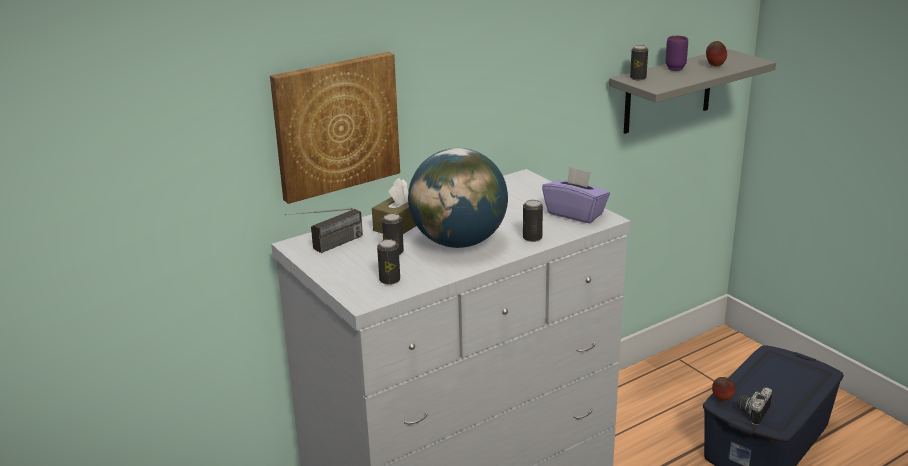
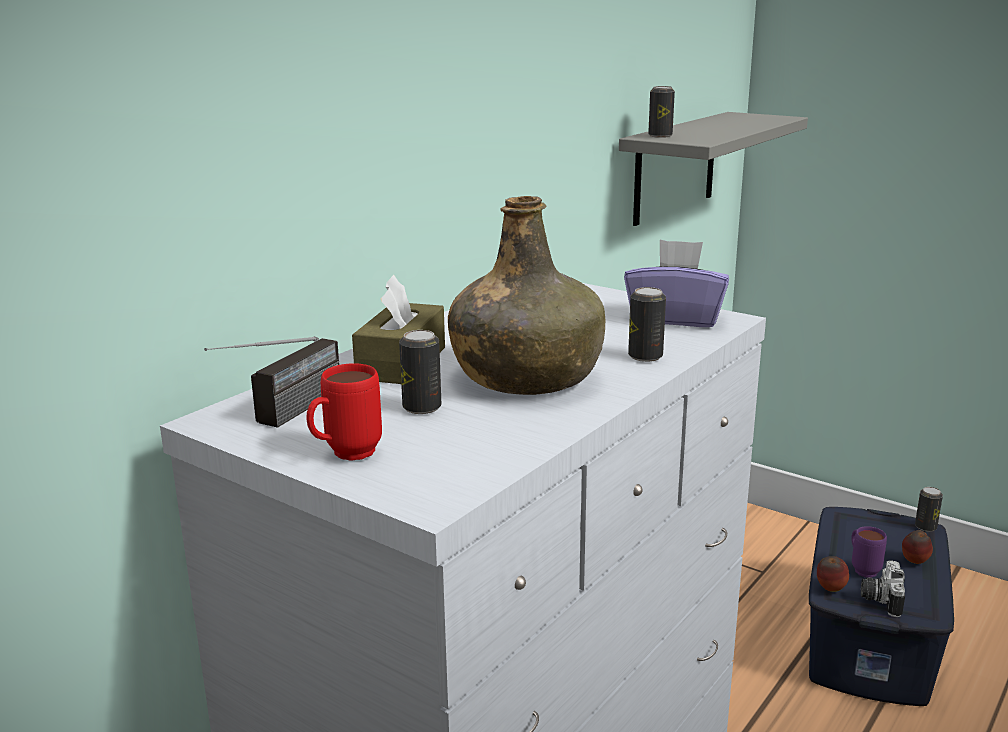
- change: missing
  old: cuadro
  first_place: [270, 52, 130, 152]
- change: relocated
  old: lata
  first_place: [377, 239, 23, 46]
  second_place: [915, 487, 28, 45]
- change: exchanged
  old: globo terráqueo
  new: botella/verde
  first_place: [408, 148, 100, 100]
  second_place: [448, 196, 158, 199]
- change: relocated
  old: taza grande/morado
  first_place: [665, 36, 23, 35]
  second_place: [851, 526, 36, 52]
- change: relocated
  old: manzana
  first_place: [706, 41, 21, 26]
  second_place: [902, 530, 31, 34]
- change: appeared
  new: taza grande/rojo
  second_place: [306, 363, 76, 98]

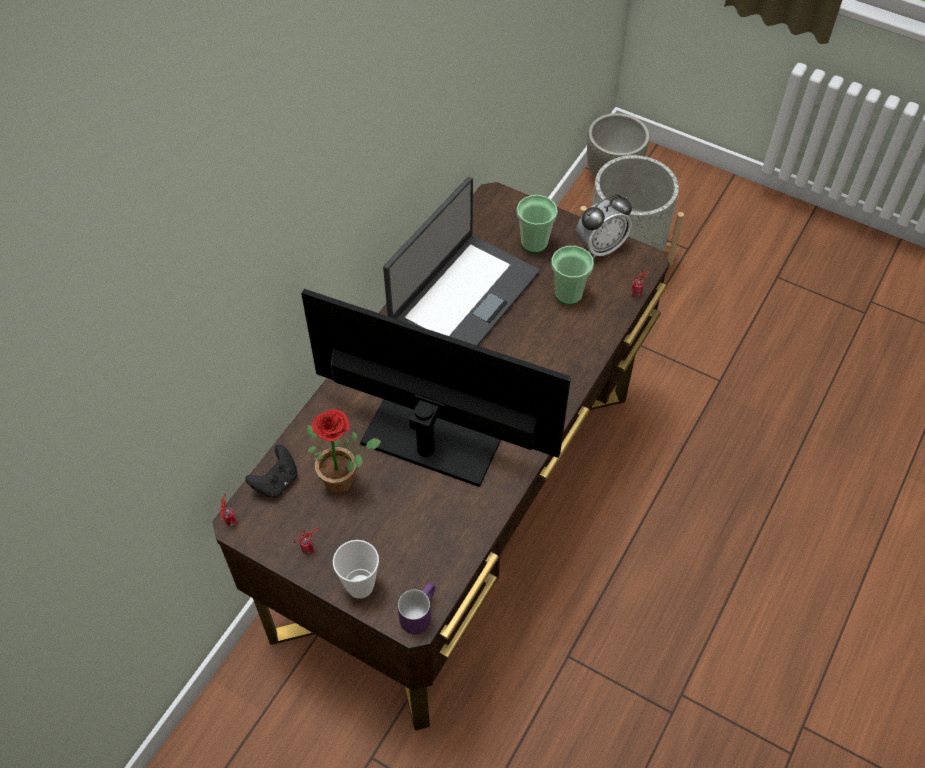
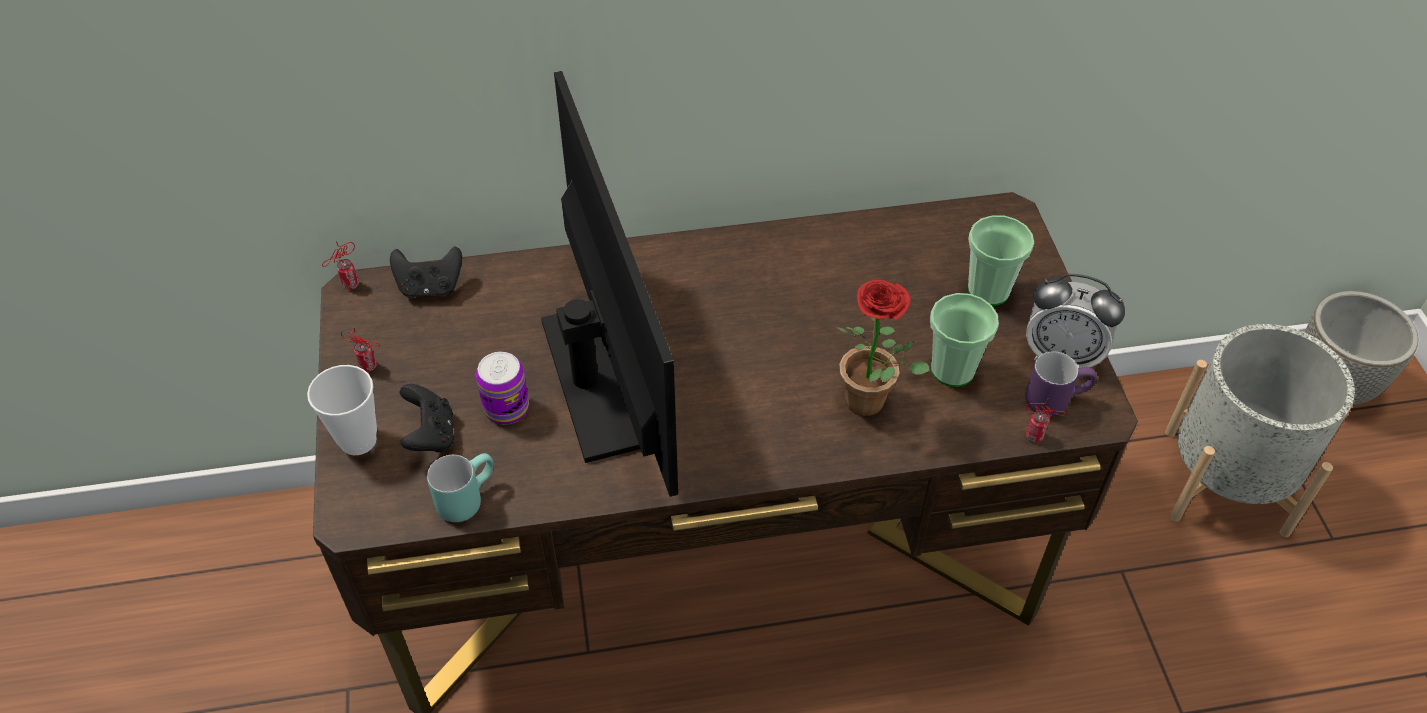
- change: relocated
  old: planta en maceta
  first_place: [307, 409, 74, 85]
  second_place: [836, 280, 93, 136]
- change: missing
  old: portátil
  first_place: [383, 177, 157, 169]
- change: relocated
  old: taza grande/morado
  first_place: [398, 583, 37, 51]
  second_place: [1025, 351, 72, 65]
- change: appeared
  new: mando de consola/negro
  second_place: [400, 384, 54, 68]
- change: appeared
  new: taza grande/turquesa
  second_place: [427, 453, 67, 69]
- change: appeared
  new: lata
  second_place: [476, 352, 53, 72]

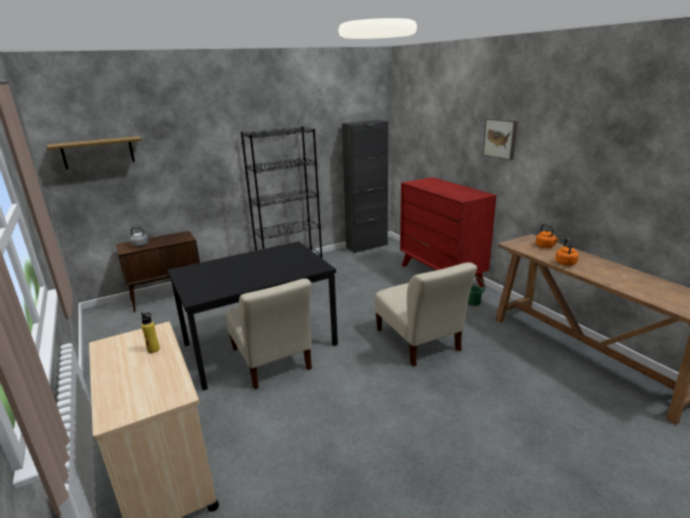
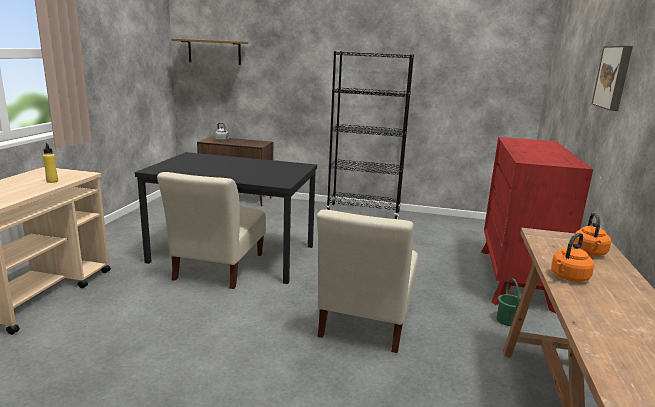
- change: missing
  old: armario/negro
  first_place: [342, 120, 46, 133]

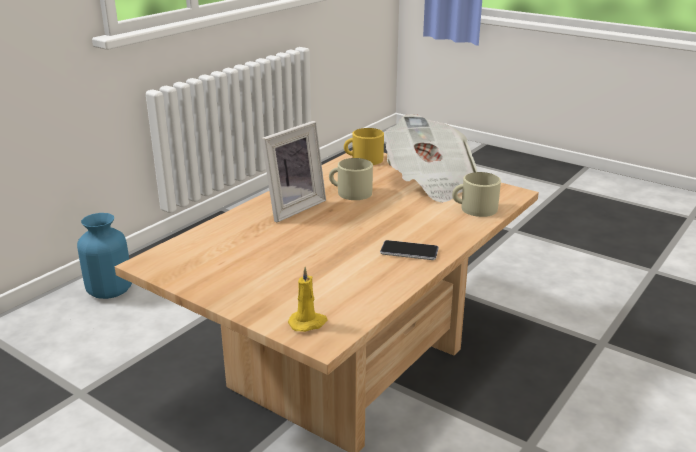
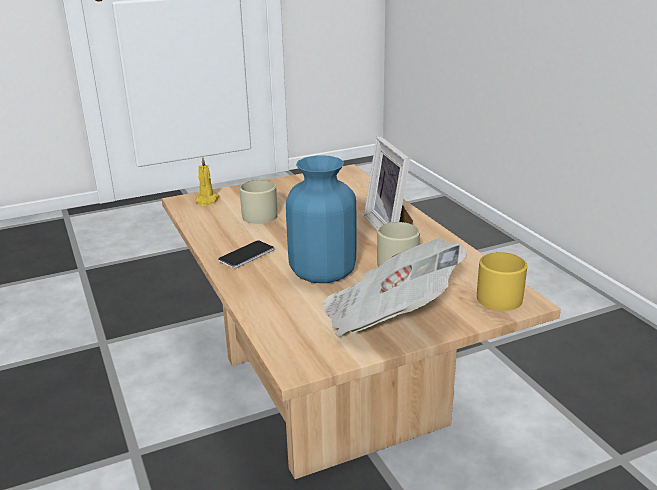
- change: relocated
  old: florero/azul
  first_place: [77, 213, 55, 86]
  second_place: [286, 155, 71, 128]
- change: relocated
  old: taza grande/beis
  first_place: [452, 172, 49, 45]
  second_place: [240, 180, 38, 44]

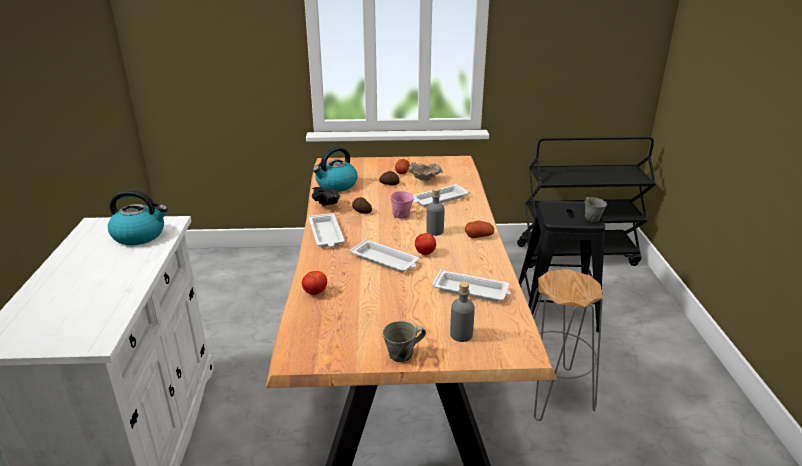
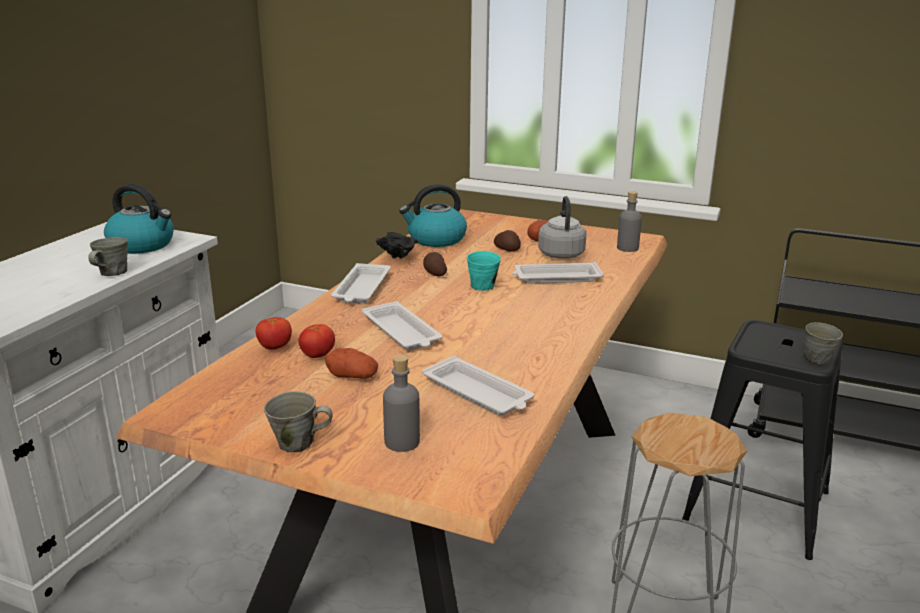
- change: colour
  old: taza grande/rosa
  new: taza grande/turquesa
  first_place: [391, 191, 23, 28]
  second_place: [467, 251, 34, 40]
- change: exchanged
  old: cuenco/beis
  new: hervidor/gris
  first_place: [409, 162, 34, 19]
  second_place: [538, 196, 49, 63]
- change: relocated
  old: tomate
  first_place: [415, 233, 21, 22]
  second_place: [299, 324, 36, 34]
- change: relocated
  old: botella/gris
  first_place: [426, 188, 18, 48]
  second_place: [617, 191, 25, 61]
- change: relocated
  old: patata
  first_place: [465, 221, 29, 17]
  second_place: [325, 348, 53, 31]
- change: appeared
  new: taza grande/gris
  second_place: [88, 237, 40, 39]

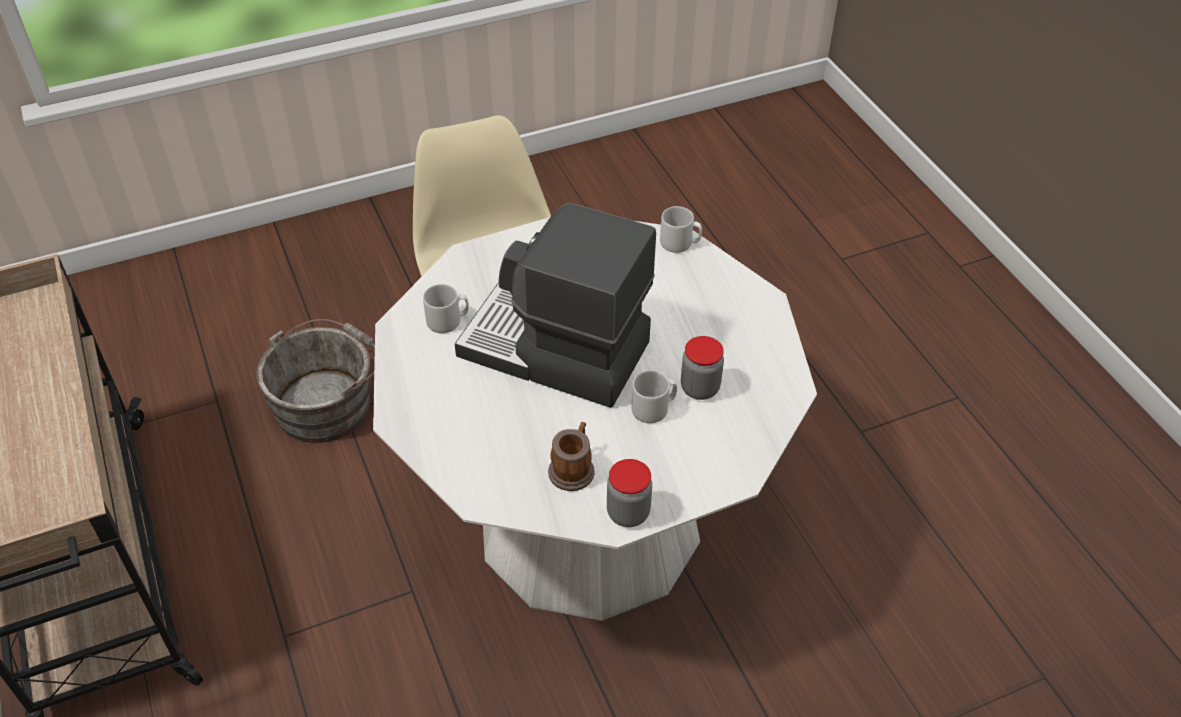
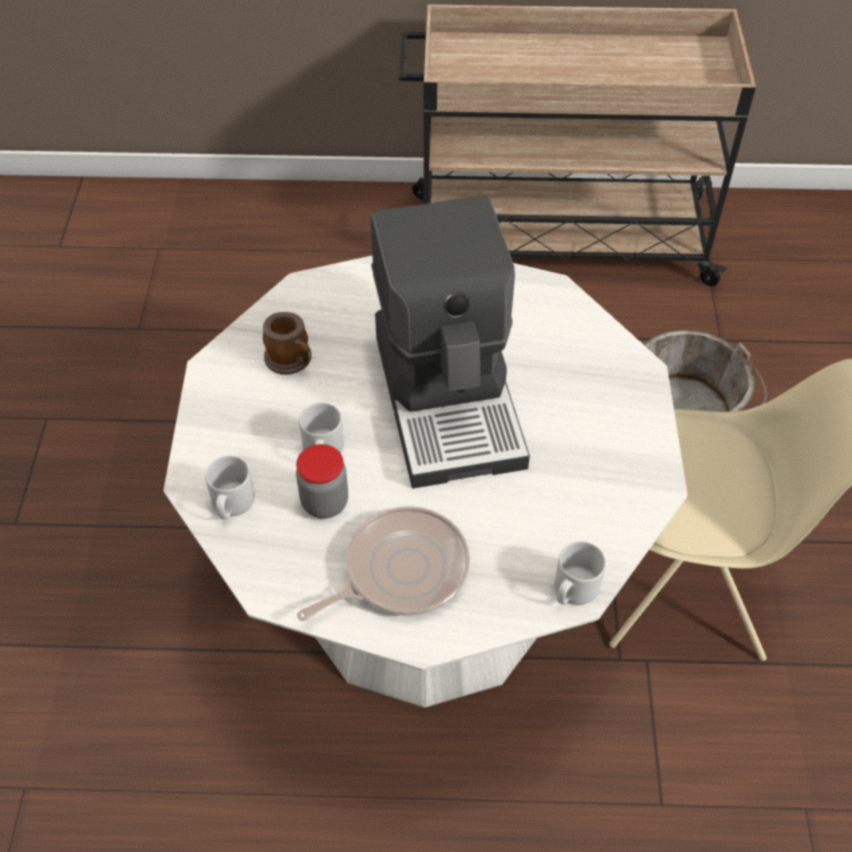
- change: relocated
  old: taza grande/gris
  first_place: [423, 284, 46, 49]
  second_place: [205, 455, 50, 65]
- change: spun
  old: cafetera
  first_place: [455, 203, 201, 205]
  second_place: [371, 196, 159, 292]
  degrees: 120
- change: missing
  old: tarro
  first_place: [607, 459, 45, 68]
- change: appeared
  new: sartén
  second_place: [297, 506, 173, 115]

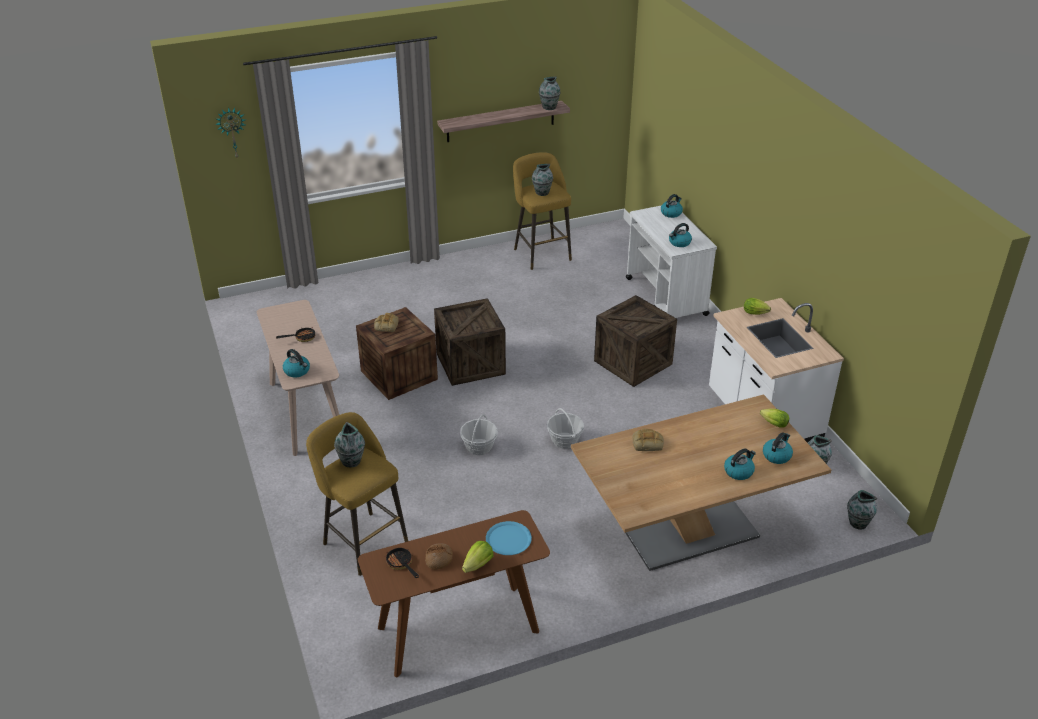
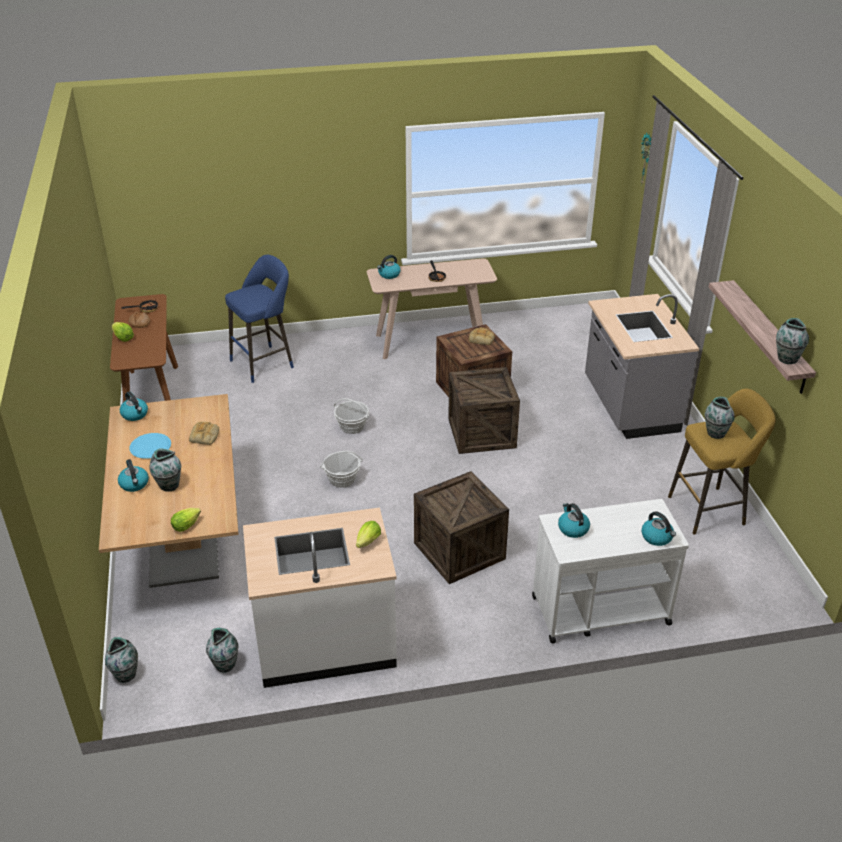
- change: colour
  old: taburete/amarillo
  new: taburete/azul
  first_place: [306, 412, 102, 164]
  second_place: [225, 255, 69, 128]
- change: relocated
  old: florero
  first_place: [334, 422, 31, 45]
  second_place: [150, 448, 31, 44]
- change: relocated
  old: plato/azul
  first_place: [486, 521, 46, 34]
  second_place: [129, 433, 42, 26]
- change: relocated
  old: hervidor
  first_place: [763, 432, 30, 32]
  second_place: [120, 391, 28, 30]
- change: appeared
  new: mueble bajo de cocina/gris
  second_place: [585, 294, 114, 145]

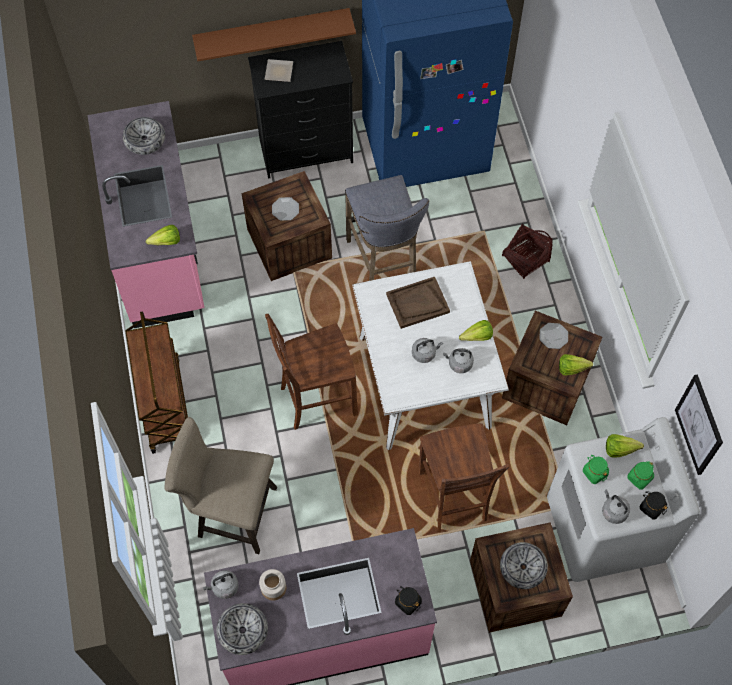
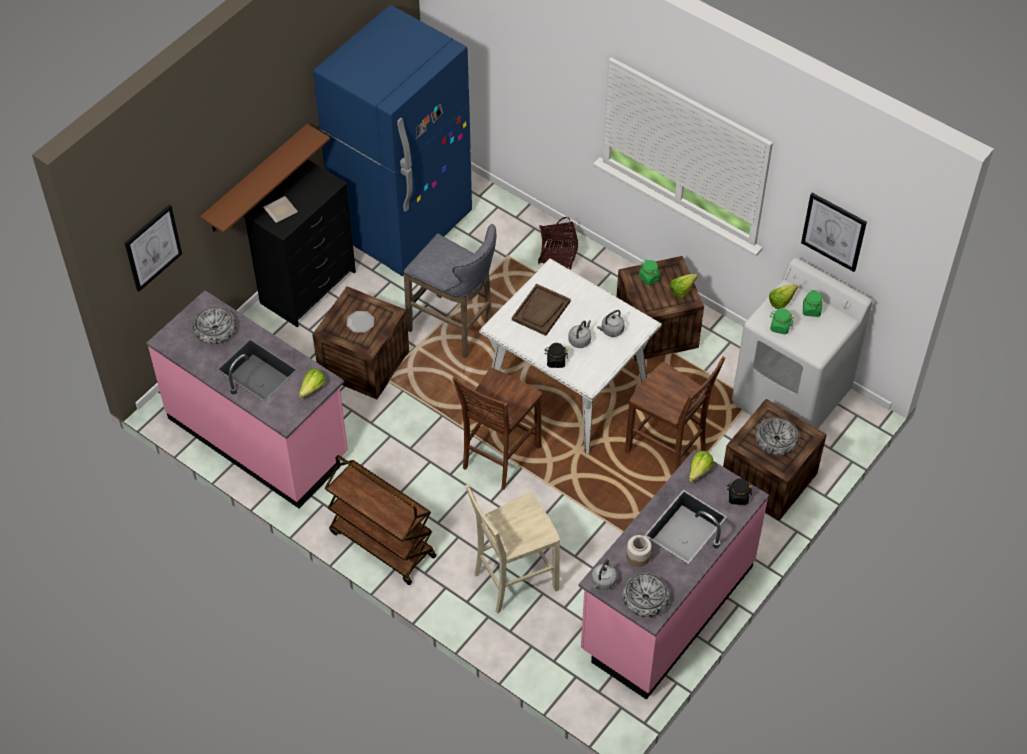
- change: exchanged
  old: taburete/beis
  new: silla/beis
  first_place: [164, 417, 113, 137]
  second_place: [465, 484, 95, 129]
- change: relocated
  old: lechuga
  first_place: [459, 320, 34, 21]
  second_place: [689, 451, 25, 31]
- change: exchanged
  old: plato
  new: tarro/verde
  first_place: [540, 323, 28, 26]
  second_place: [639, 260, 21, 25]
- change: missing
  old: hervidor/gris
  first_place: [602, 489, 28, 35]
- change: relocated
  old: tarro/negro
  first_place: [640, 491, 28, 28]
  second_place: [544, 343, 24, 25]
- change: appeared
  new: cuadro
  second_place: [125, 205, 57, 87]

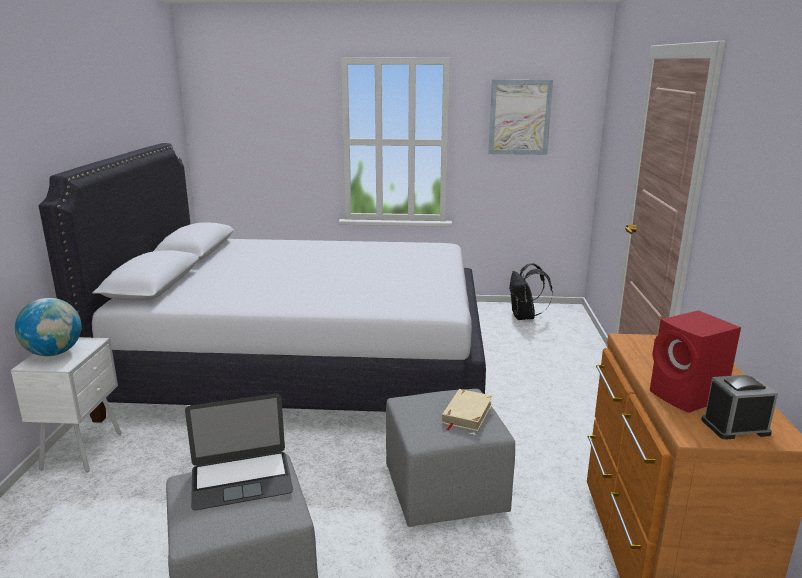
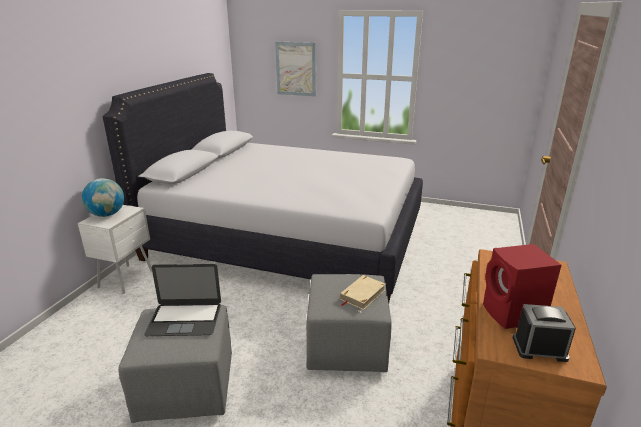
- change: relocated
  old: cuadro
  first_place: [488, 80, 65, 75]
  second_place: [275, 42, 41, 54]
- change: missing
  old: mochila/negro
  first_place: [509, 263, 44, 57]

